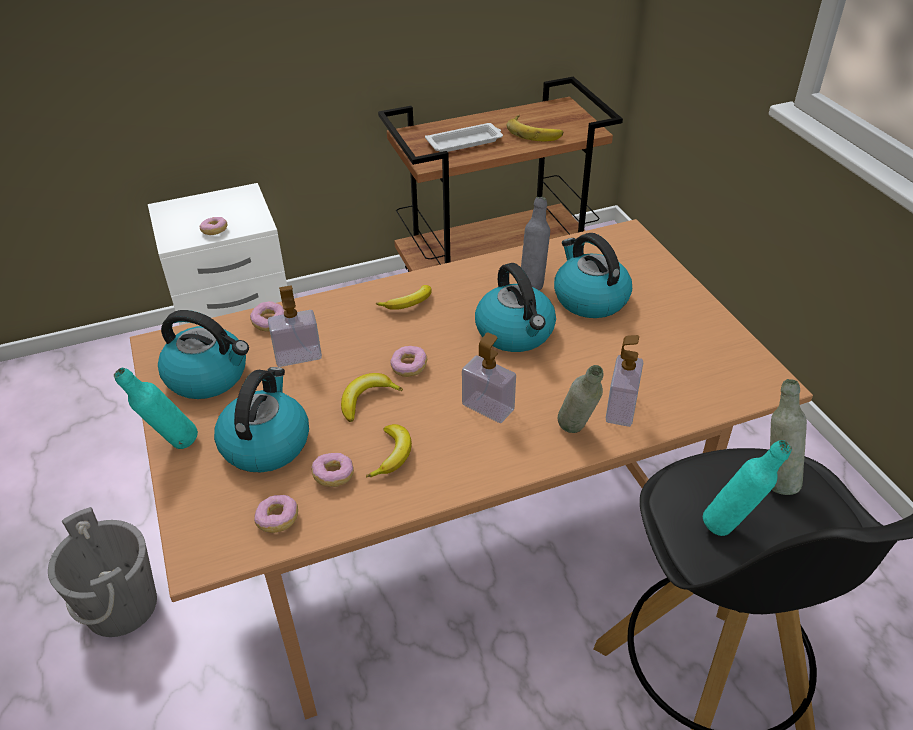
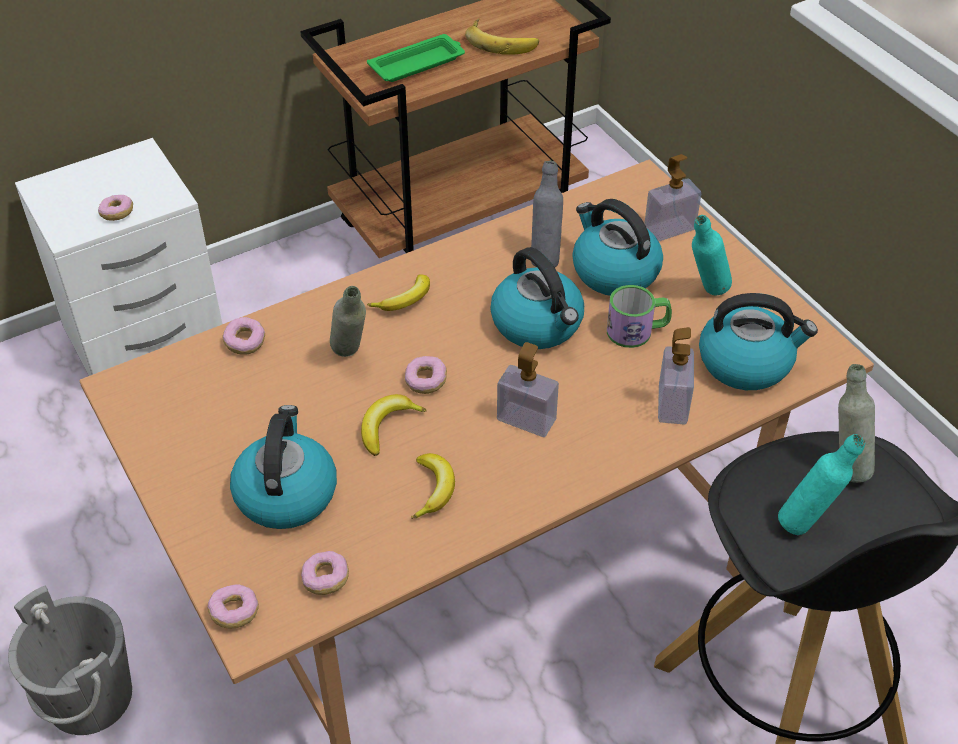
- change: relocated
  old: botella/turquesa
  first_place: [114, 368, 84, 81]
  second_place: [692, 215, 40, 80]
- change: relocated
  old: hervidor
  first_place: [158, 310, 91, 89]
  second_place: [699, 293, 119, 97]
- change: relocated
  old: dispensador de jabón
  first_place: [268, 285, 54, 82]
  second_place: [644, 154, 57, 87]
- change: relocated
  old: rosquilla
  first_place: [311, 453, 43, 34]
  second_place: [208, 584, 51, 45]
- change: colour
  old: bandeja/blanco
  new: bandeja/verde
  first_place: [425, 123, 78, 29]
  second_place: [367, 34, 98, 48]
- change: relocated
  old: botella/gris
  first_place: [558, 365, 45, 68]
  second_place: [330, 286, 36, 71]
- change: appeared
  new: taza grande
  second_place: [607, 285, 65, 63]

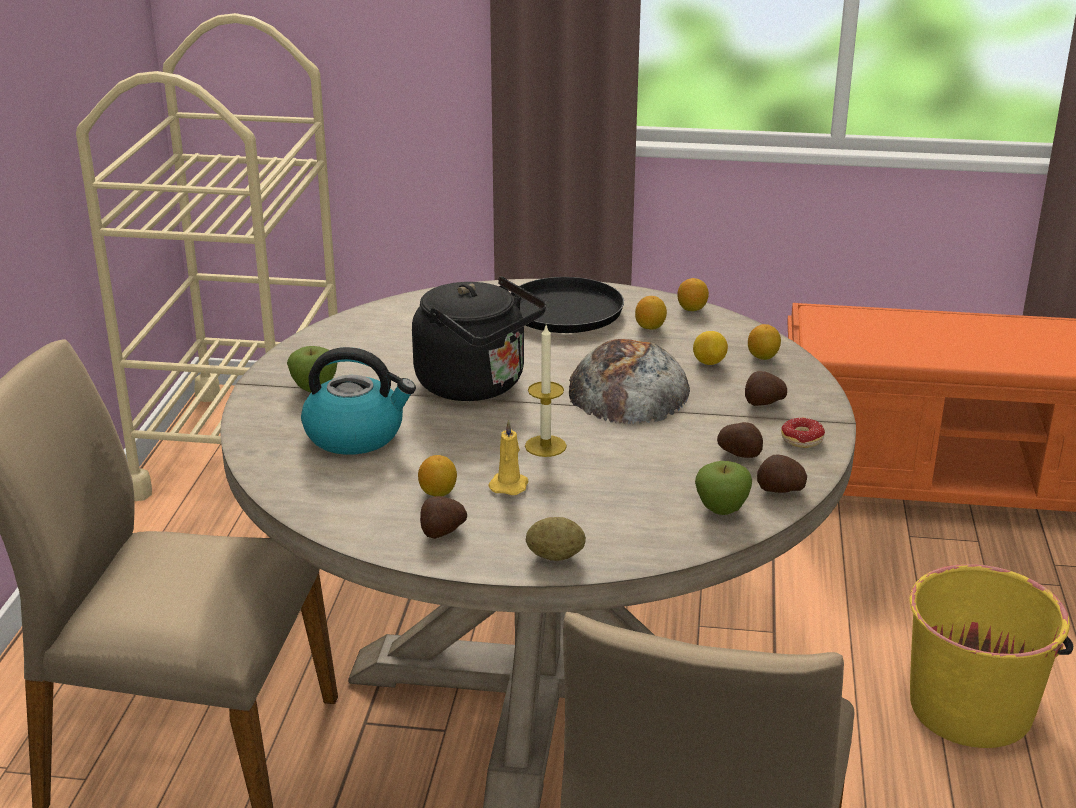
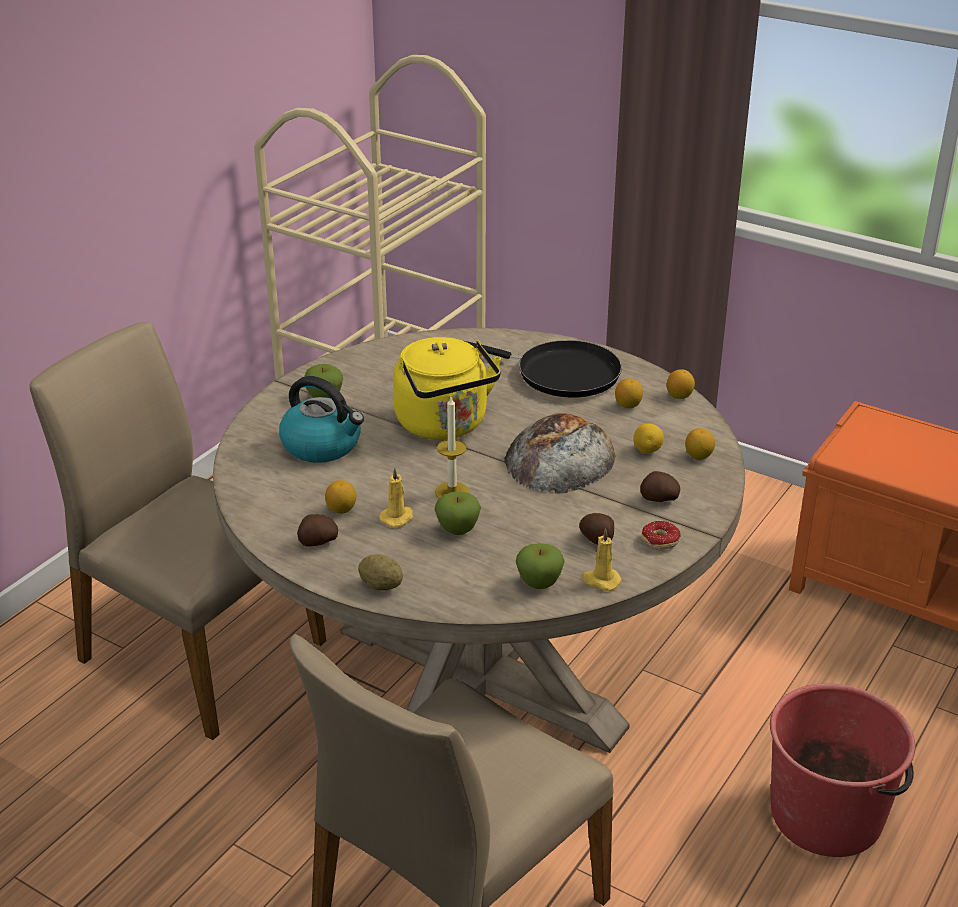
- change: colour
  old: hervidor/negro
  new: hervidor/amarillo
  first_place: [412, 276, 134, 125]
  second_place: [393, 337, 108, 103]
- change: exchanged
  old: patata
  new: vela/amarillo
  first_place: [757, 454, 50, 39]
  second_place: [582, 528, 40, 63]
- change: colour
  old: cubo/amarillo
  new: cubo/rojo
  first_place: [909, 564, 164, 184]
  second_place: [770, 683, 145, 174]
- change: appeared
  new: manzana
  second_place: [435, 492, 46, 43]

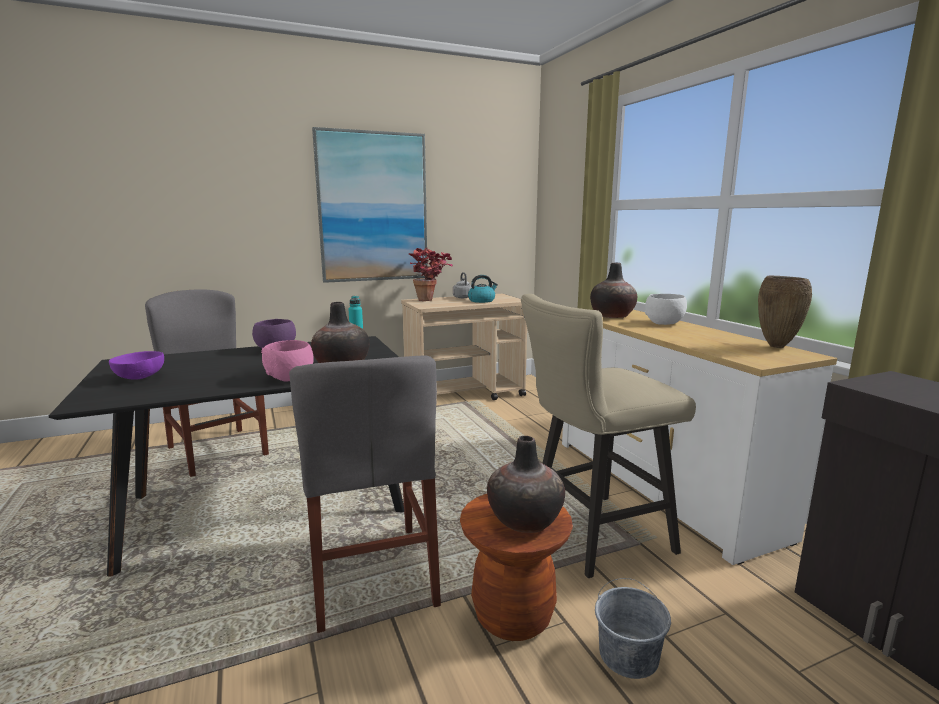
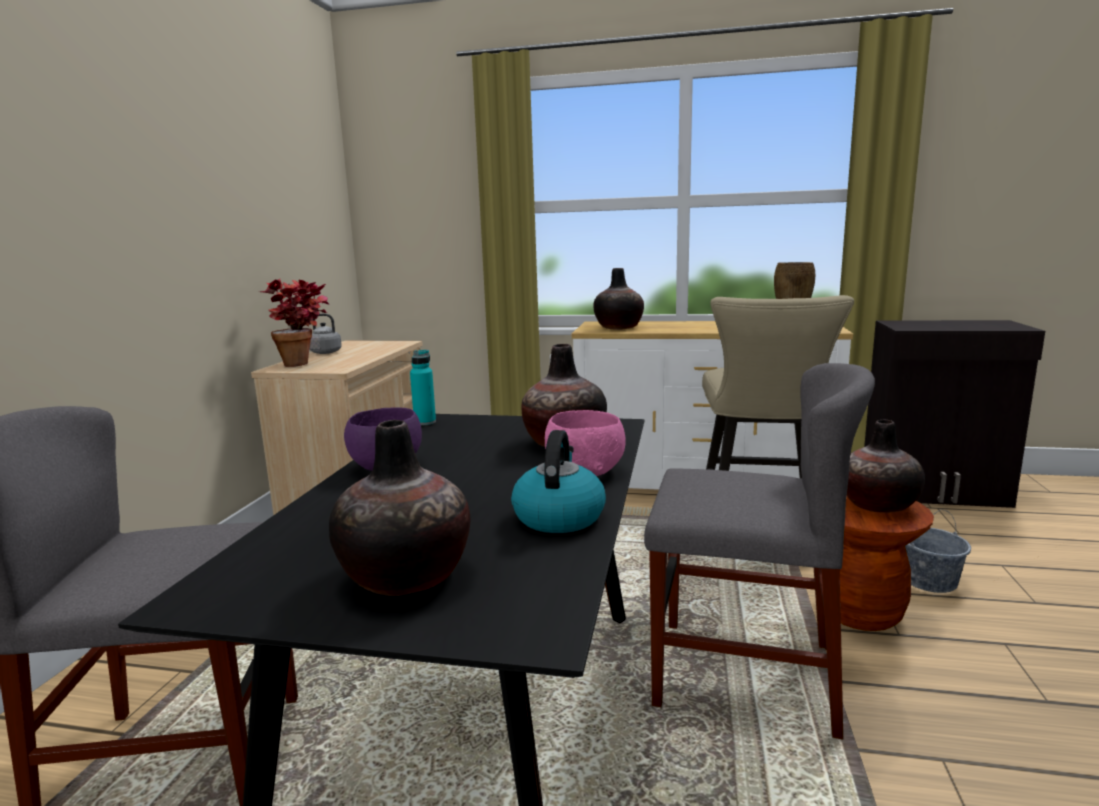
- change: exchanged
  old: cuenco/morado
  new: florero
  first_place: [109, 351, 55, 29]
  second_place: [329, 420, 141, 176]
- change: missing
  old: cuadro
  first_place: [312, 127, 115, 156]
- change: relocated
  old: hervidor
  first_place: [468, 275, 30, 28]
  second_place: [511, 430, 95, 103]
- change: missing
  old: cuenco/blanco
  first_place: [645, 294, 42, 31]

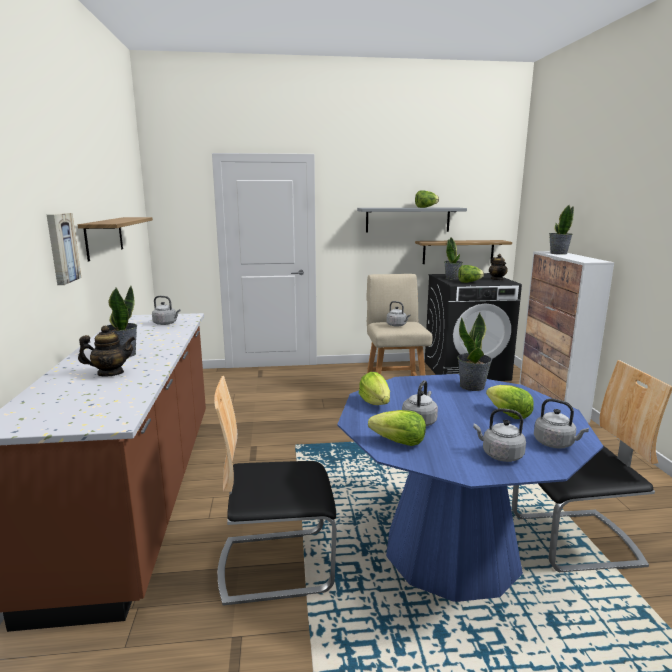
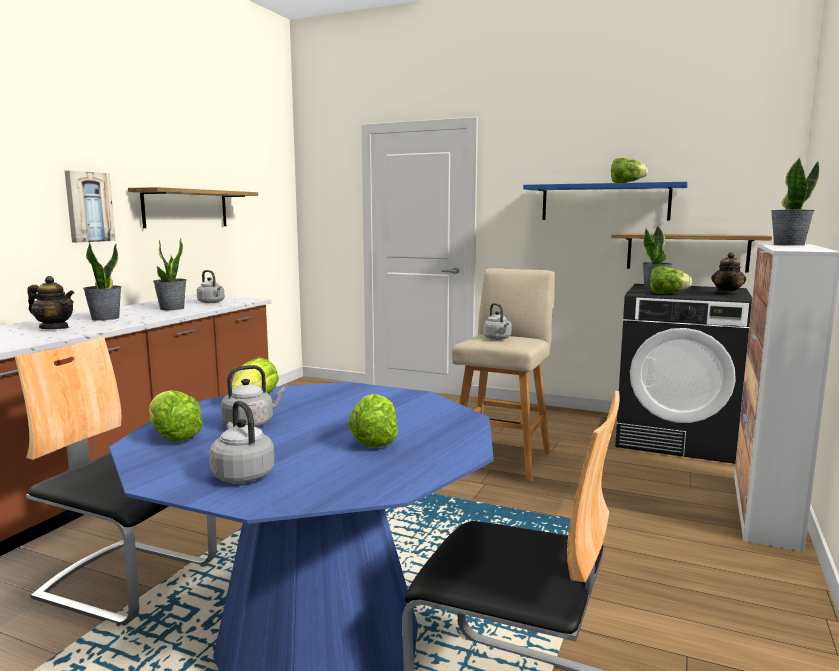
- change: colour
  old: estante/gris
  new: estante/azul
  first_place: [357, 207, 110, 25]
  second_place: [523, 182, 165, 38]
- change: relocated
  old: planta en maceta
  first_place: [457, 313, 35, 78]
  second_place: [153, 239, 34, 71]
- change: missing
  old: hervidor/gris
  first_place: [534, 398, 55, 51]

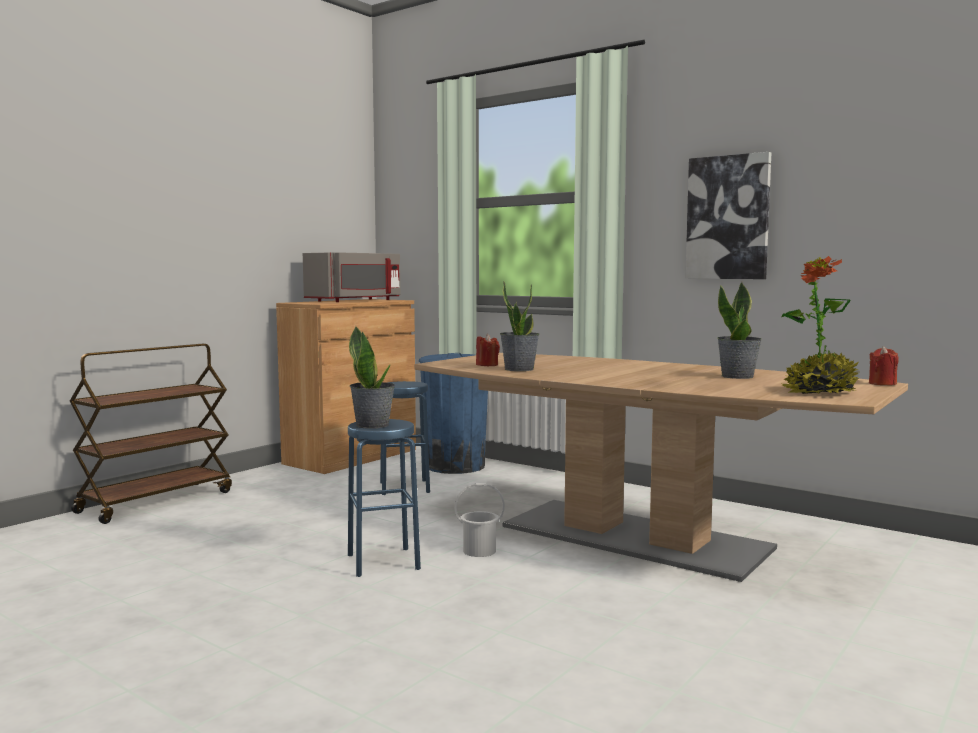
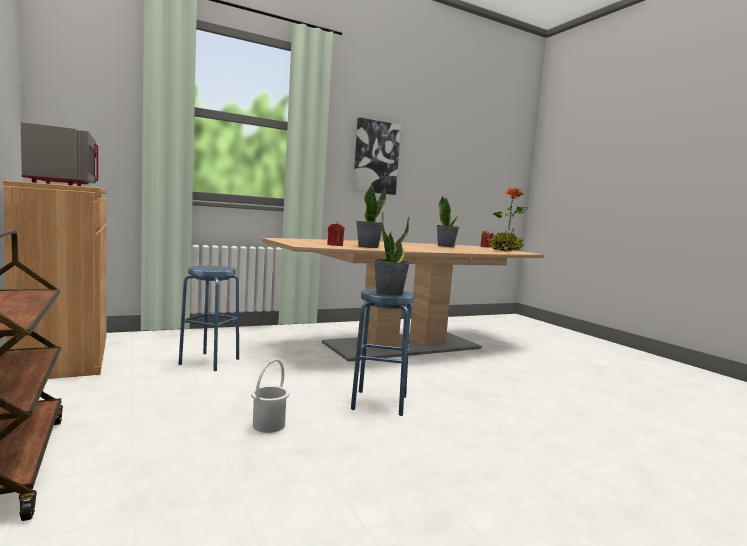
- change: missing
  old: papelera/azul
  first_place: [419, 353, 69, 121]
- change: relocated
  old: cubo/blanco
  first_place: [454, 483, 51, 74]
  second_place: [251, 359, 38, 74]

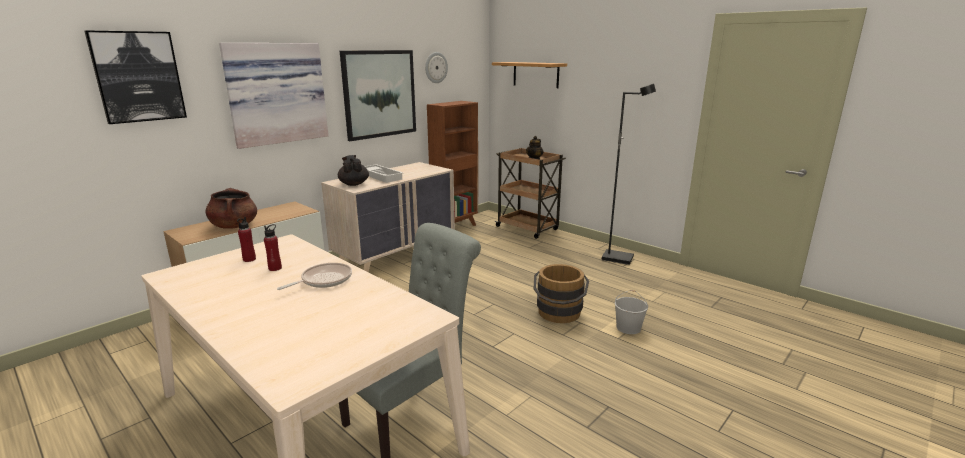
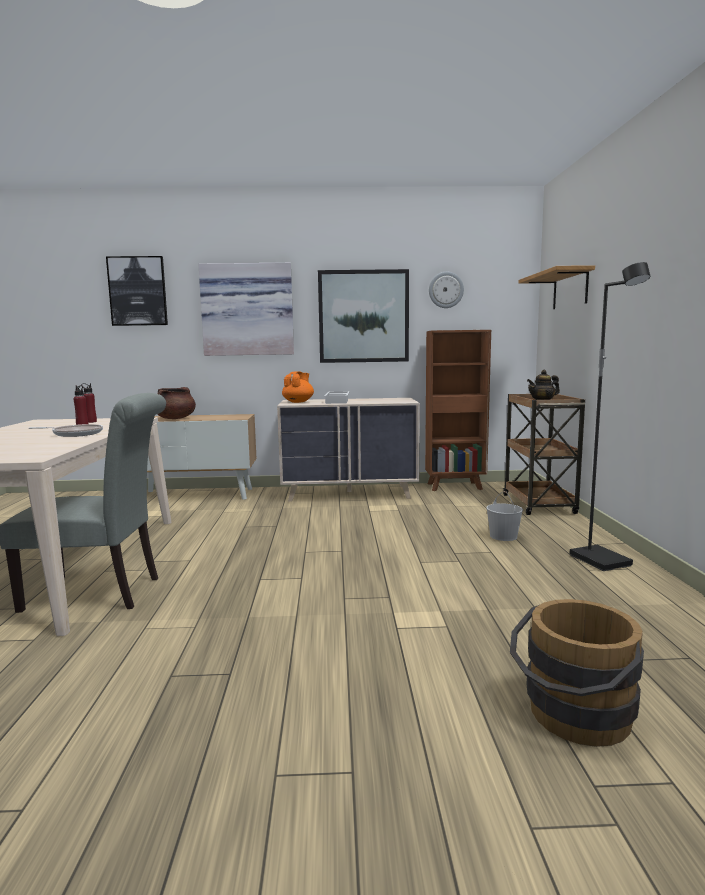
- change: colour
  old: tetera/negro
  new: tetera/naranja
  first_place: [338, 155, 31, 31]
  second_place: [282, 371, 32, 32]
- change: relocated
  old: cubo/marrón
  first_place: [534, 264, 55, 59]
  second_place: [510, 599, 134, 148]
- change: relocated
  old: cubo/blanco
  first_place: [615, 290, 33, 44]
  second_place: [486, 491, 37, 50]

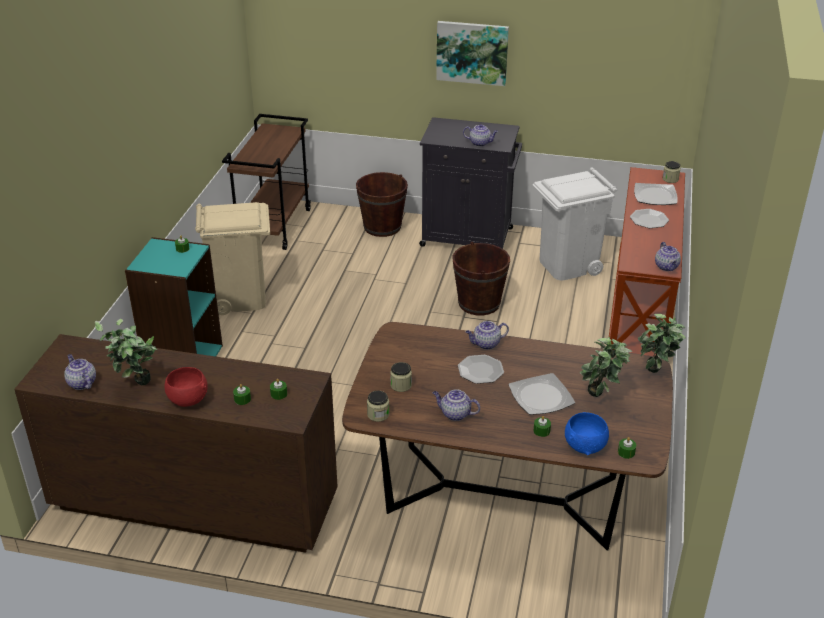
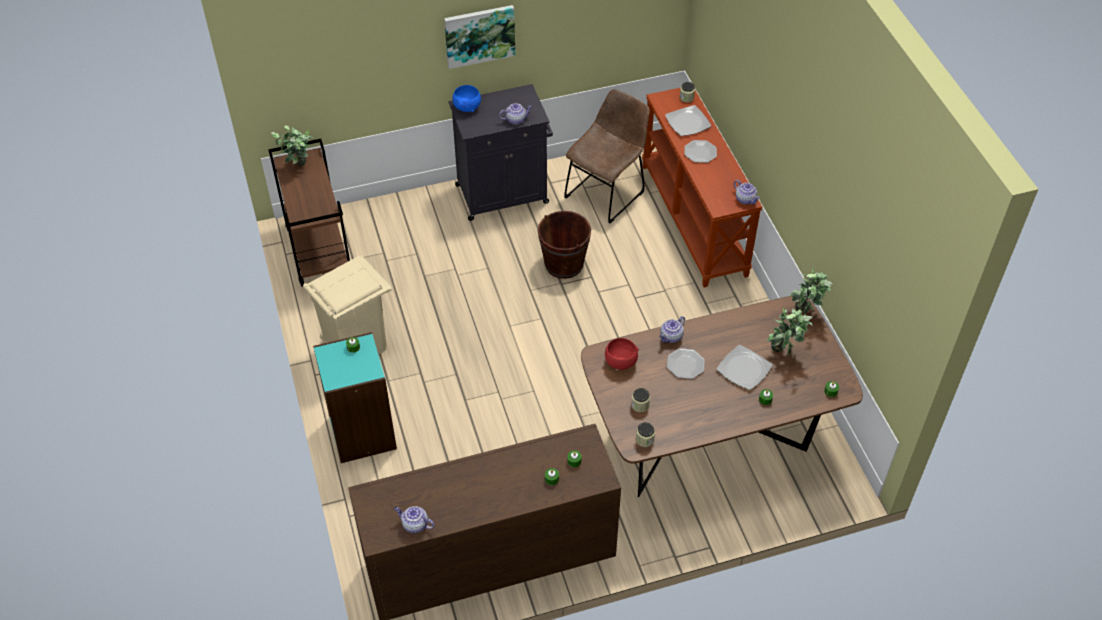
- change: relocated
  old: planta en maceta
  first_place: [95, 319, 63, 66]
  second_place: [271, 125, 42, 41]
- change: relocated
  old: cuenco/rojo
  first_place: [165, 367, 43, 40]
  second_place: [605, 338, 34, 32]
- change: missing
  old: cubo/marrón
  first_place: [356, 172, 52, 65]
- change: missing
  old: tetera
  first_place: [433, 389, 47, 32]
- change: exchanged
  old: papelera/blanco
  new: silla/marrón
  first_place: [532, 167, 85, 114]
  second_place: [564, 89, 86, 134]
- change: relocated
  old: cuenco/azul
  first_place: [565, 412, 44, 43]
  second_place: [453, 85, 28, 27]

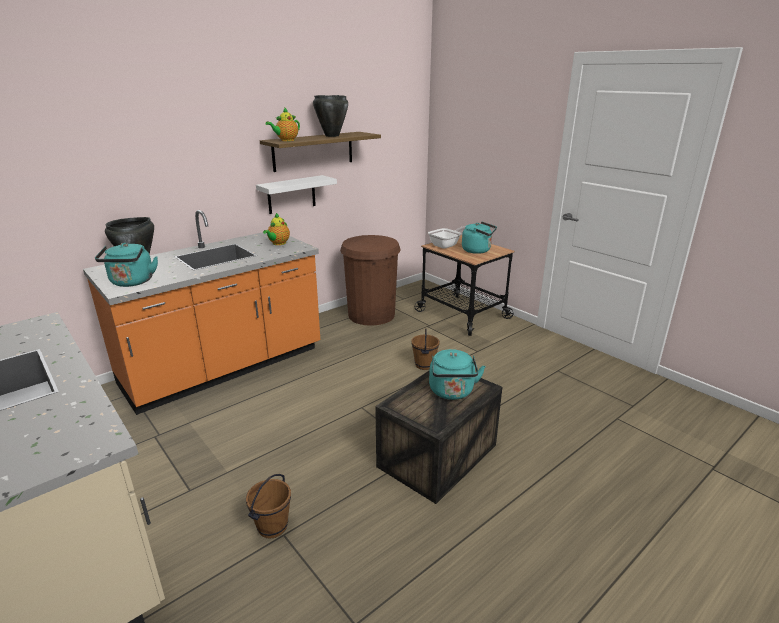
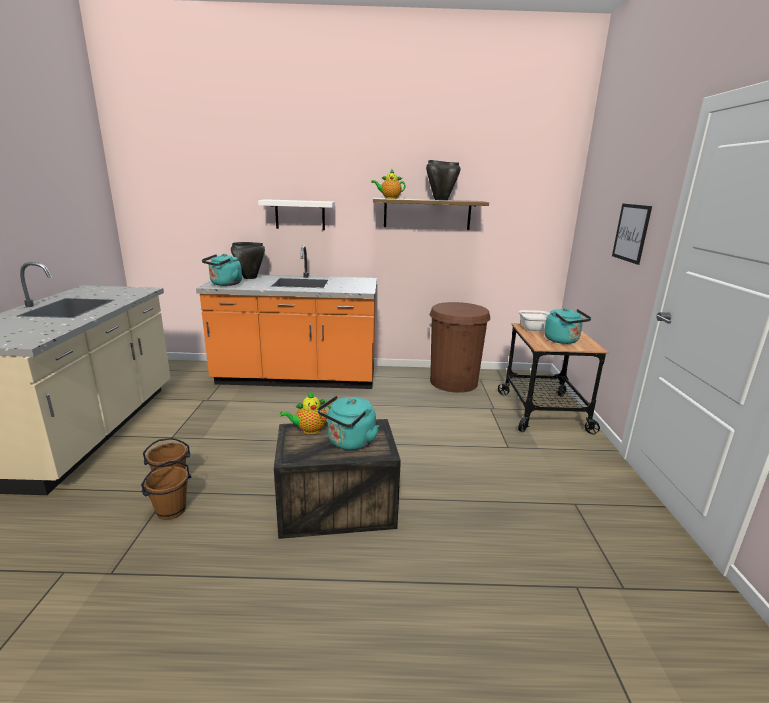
- change: relocated
  old: estante/blanco
  first_place: [256, 175, 81, 39]
  second_place: [258, 199, 77, 31]
- change: relocated
  old: tetera
  first_place: [263, 213, 27, 32]
  second_place: [280, 392, 51, 42]
- change: relocated
  old: cubo/marrón
  first_place: [411, 328, 29, 42]
  second_place: [141, 461, 50, 59]
- change: appeared
  new: cuadro
  second_place: [612, 204, 40, 61]

